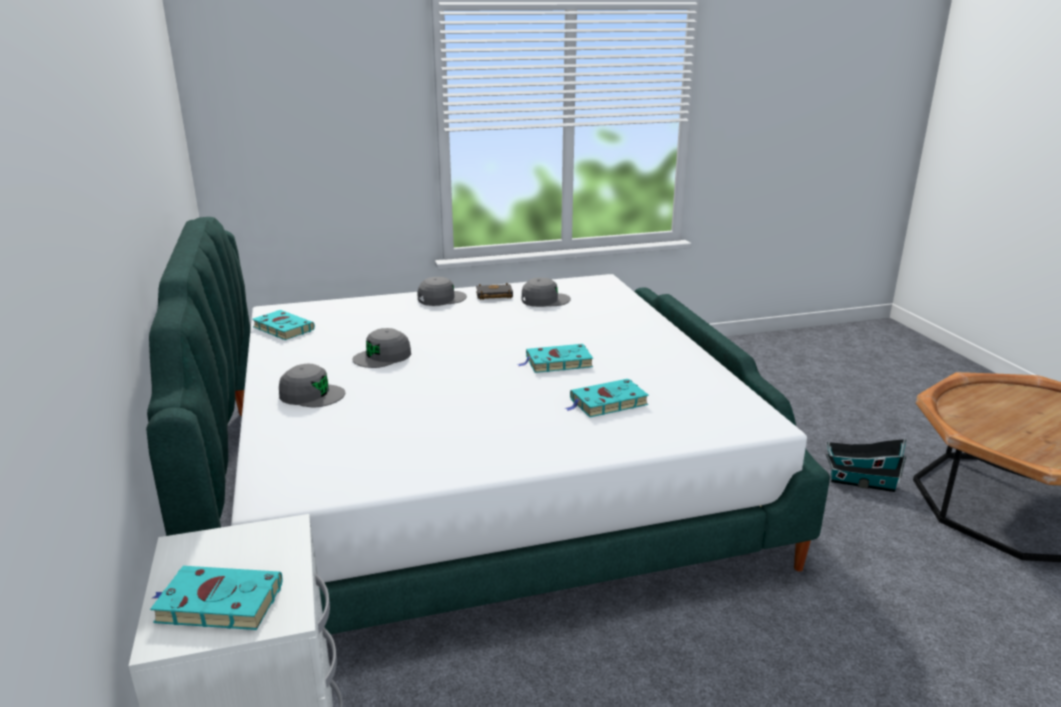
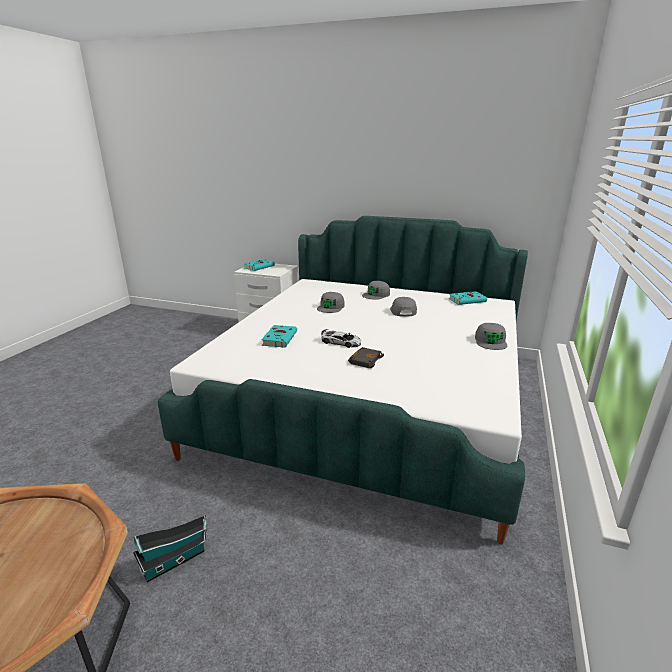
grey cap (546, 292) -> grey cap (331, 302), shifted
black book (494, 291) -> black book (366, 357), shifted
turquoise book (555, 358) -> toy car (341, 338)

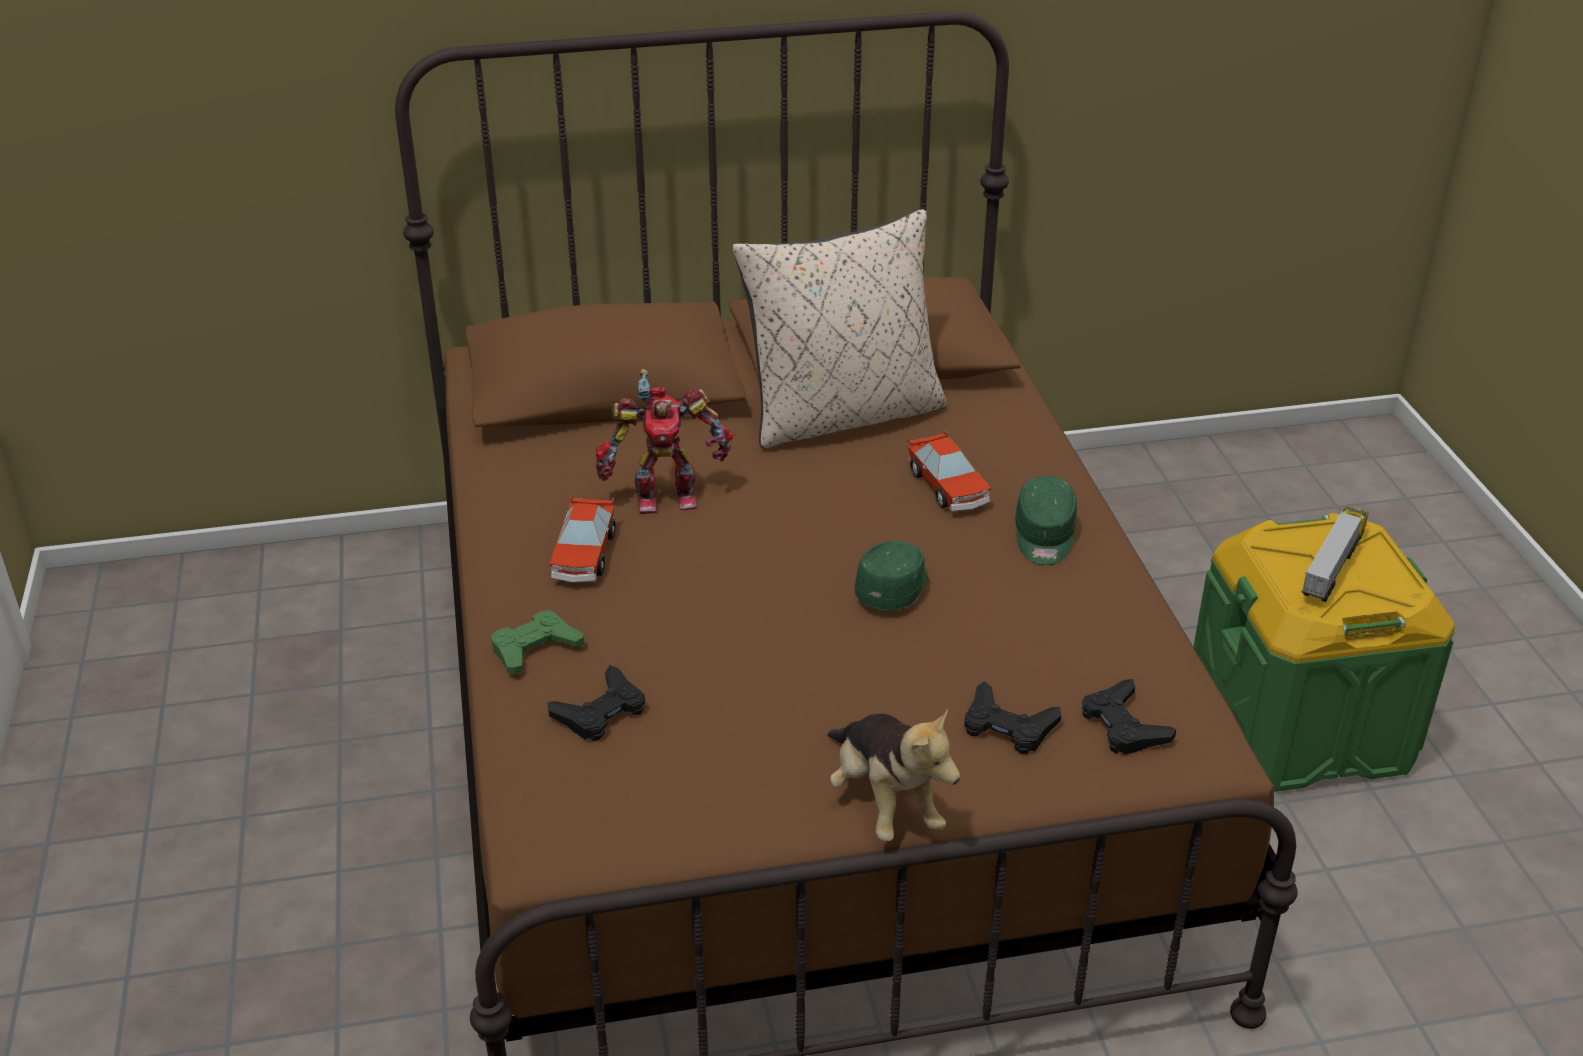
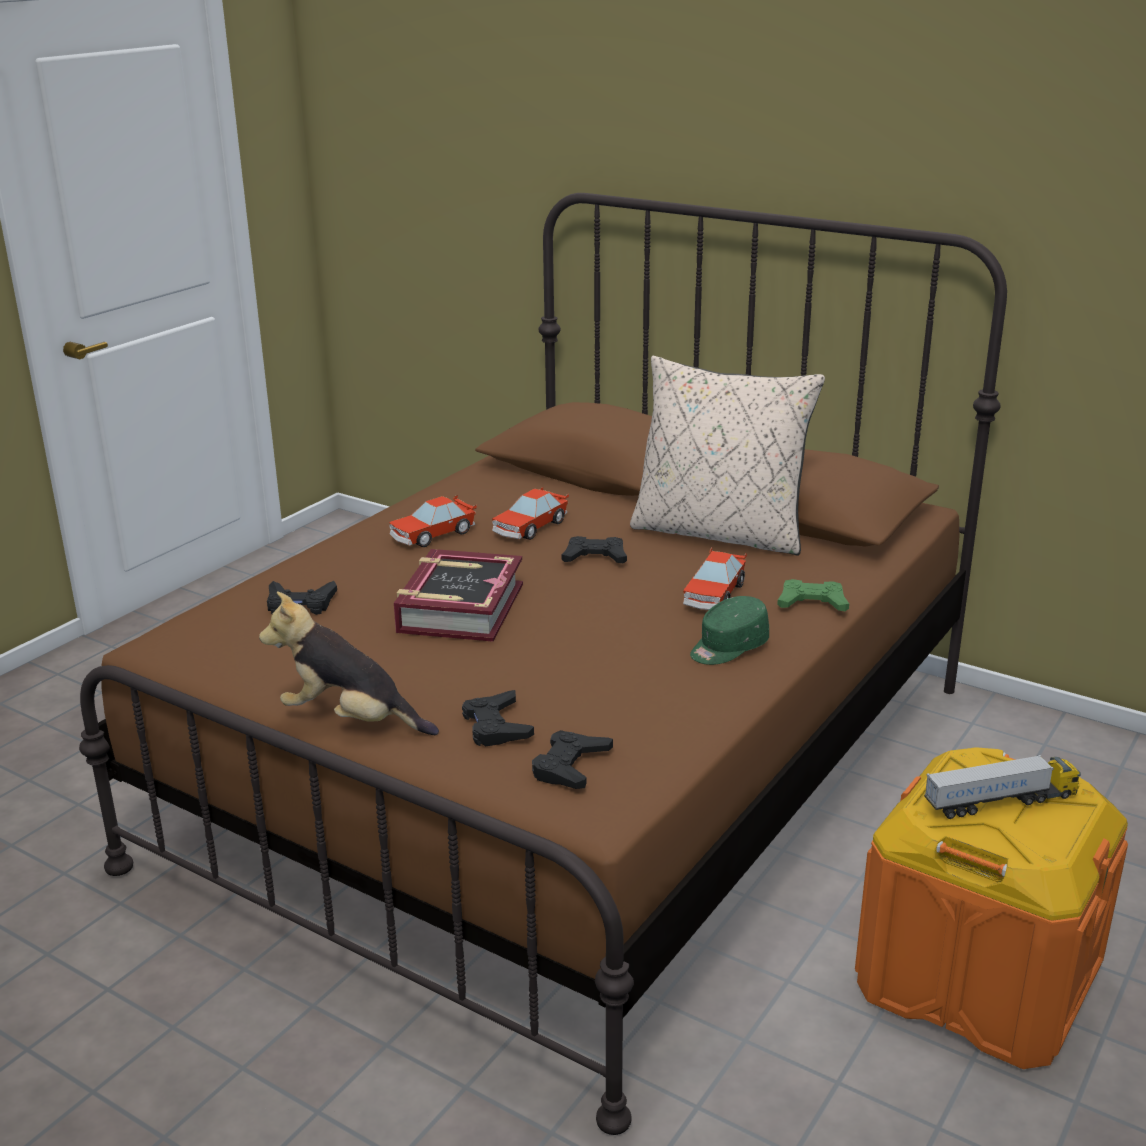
toy robot (664, 441) -> toy car (530, 513)
green storage box (1324, 652) -> orange storage box (991, 908)
green cap (891, 575) -> none
green game controller (537, 642) -> green game controller (813, 595), shifted
plush toy (893, 775) -> plush toy (349, 663), 90 degrees clockwise
none -> black game controller (594, 549)
none -> book (458, 595)

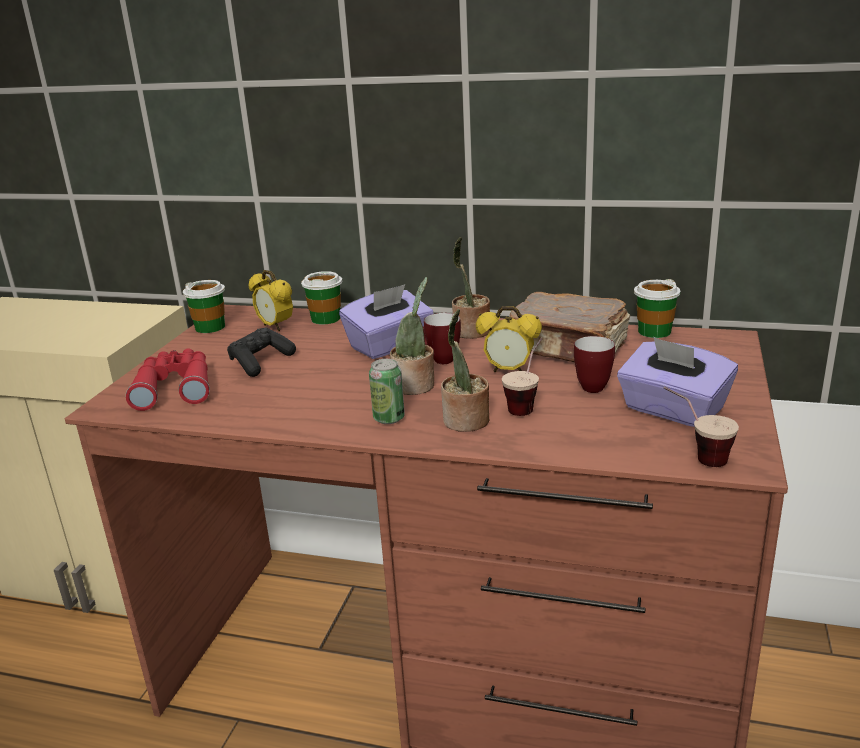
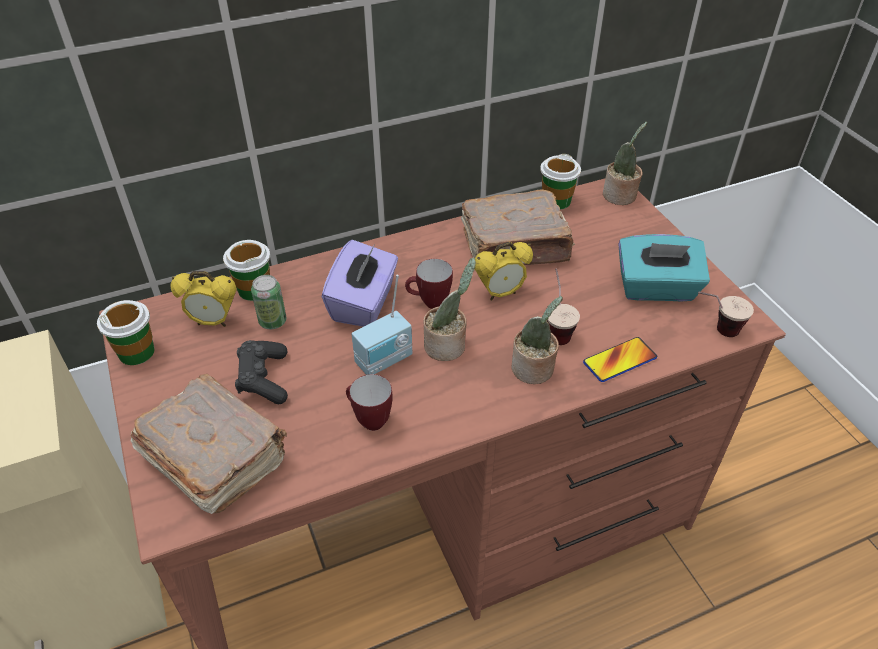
potted plant (471, 288) -> potted plant (625, 163), shifted
mug (594, 364) -> mug (369, 402), shifted
purple tissue box (677, 382) -> turquoise tissue box (664, 267)
red binoculars (168, 379) -> brown book (209, 444)
can (387, 391) -> can (269, 302), shifted
none -> radio (381, 325)
none -> phone (620, 359)

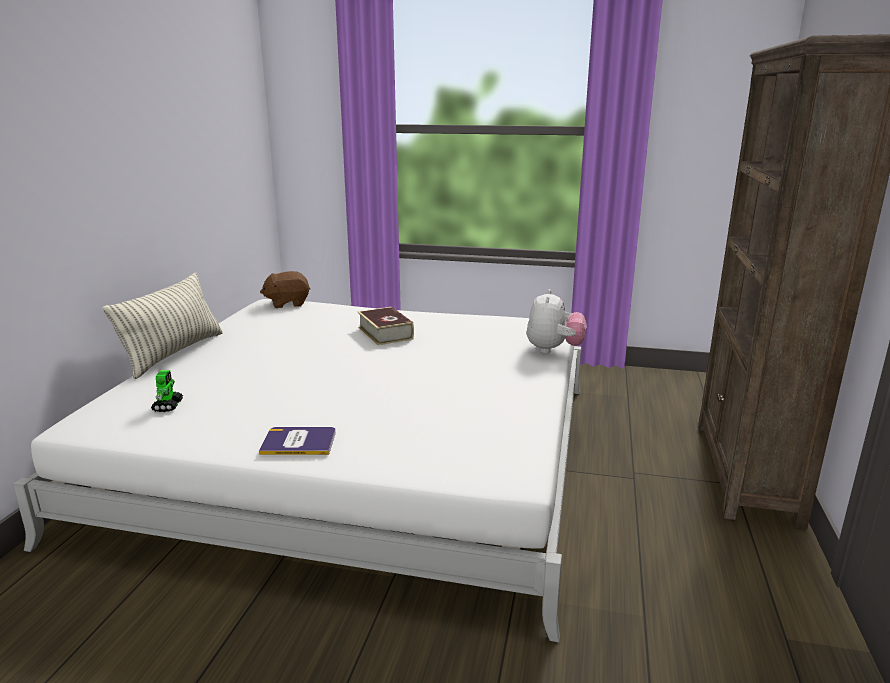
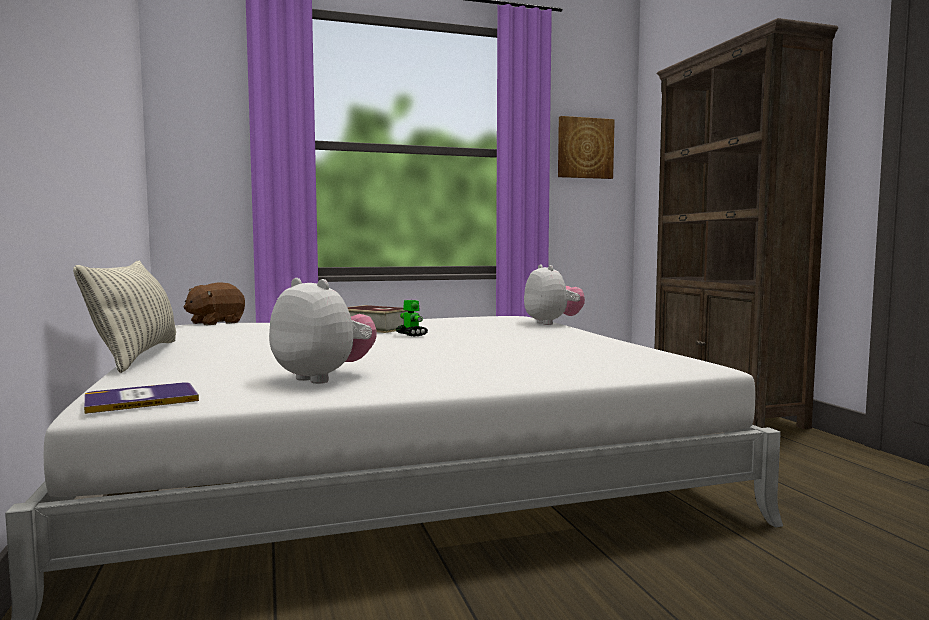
toy robot (167, 391) -> toy robot (412, 318), shifted
book (297, 441) -> book (141, 398), shifted
none -> picture (586, 147)
none -> plush toy (323, 331)

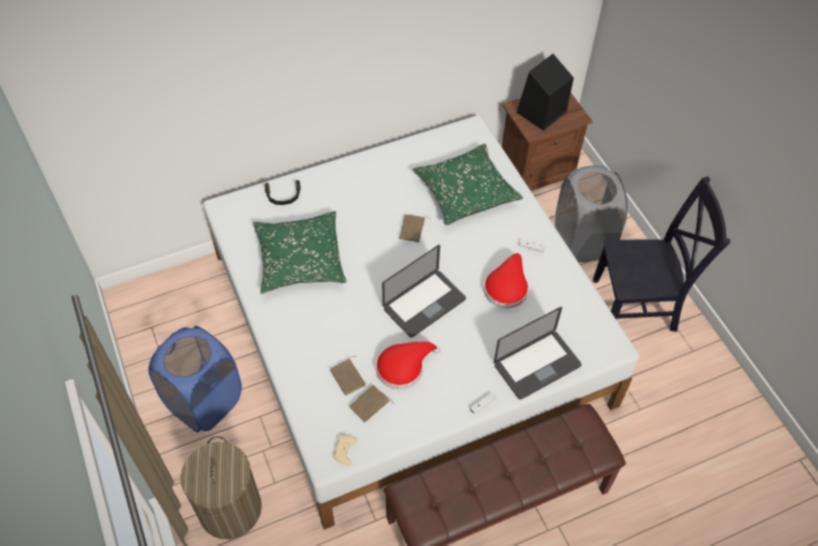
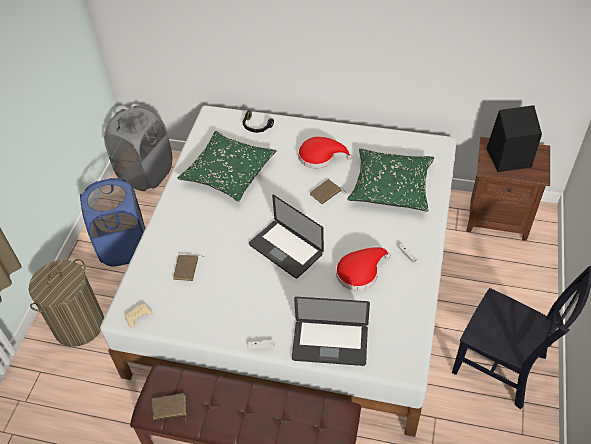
grey laundry basket (591, 213) -> grey laundry basket (138, 148), shifted
laptop (424, 291) -> laptop (286, 236), 45 degrees clockwise
red hat (408, 365) -> red hat (325, 152), shifted
brown book (371, 403) -> brown book (169, 407), shifted

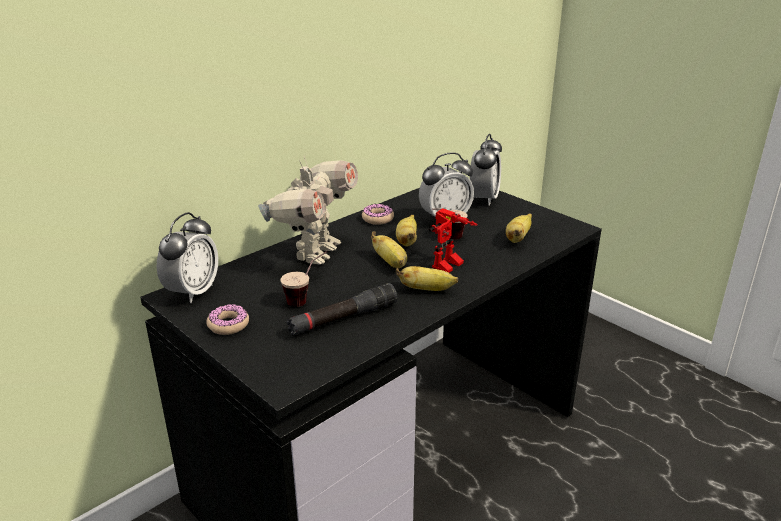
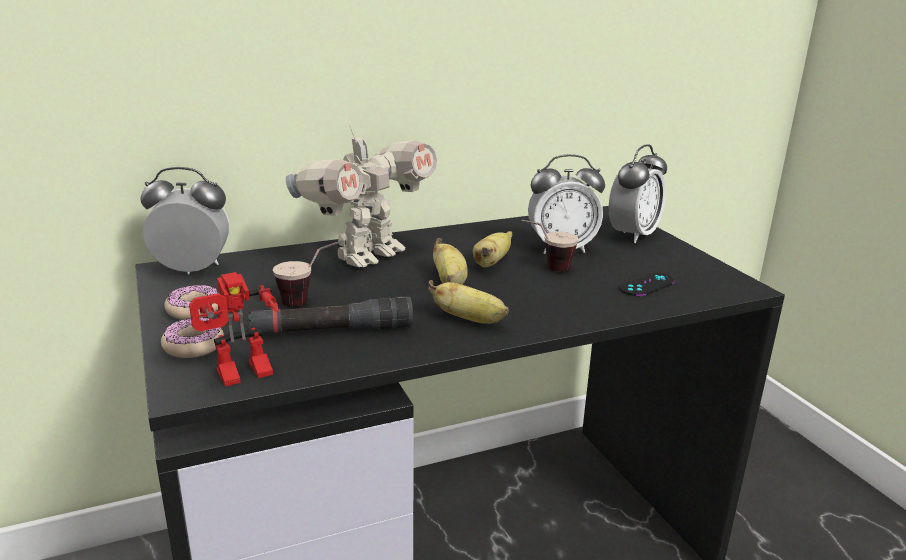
donut (378, 214) -> donut (192, 337), shifted
toy robot (453, 240) -> toy robot (234, 329), shifted
alarm clock (187, 257) -> alarm clock (184, 220), 135 degrees counterclockwise
banana (519, 228) -> black game controller (647, 284)

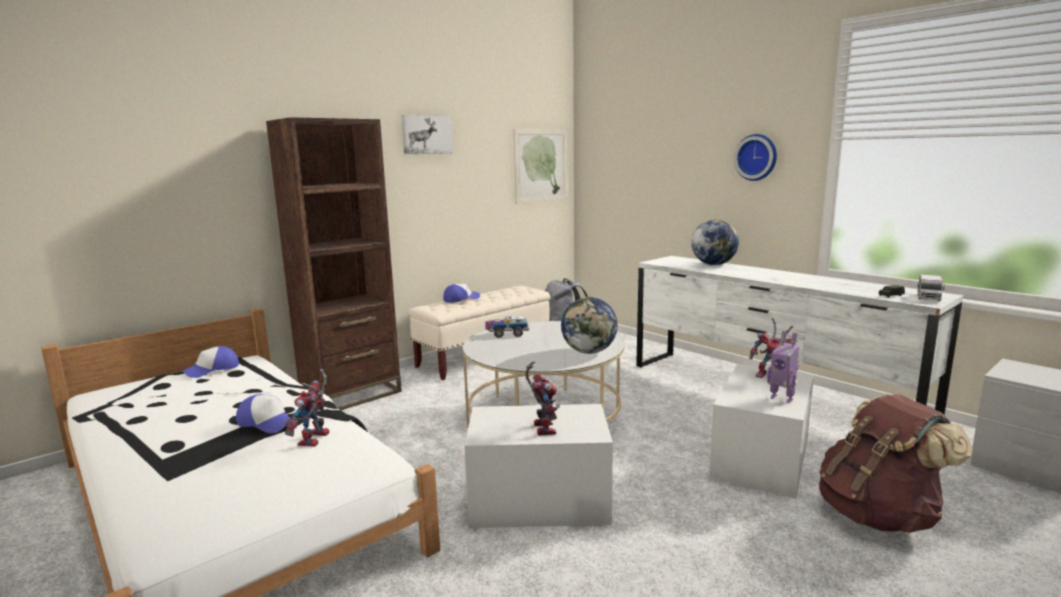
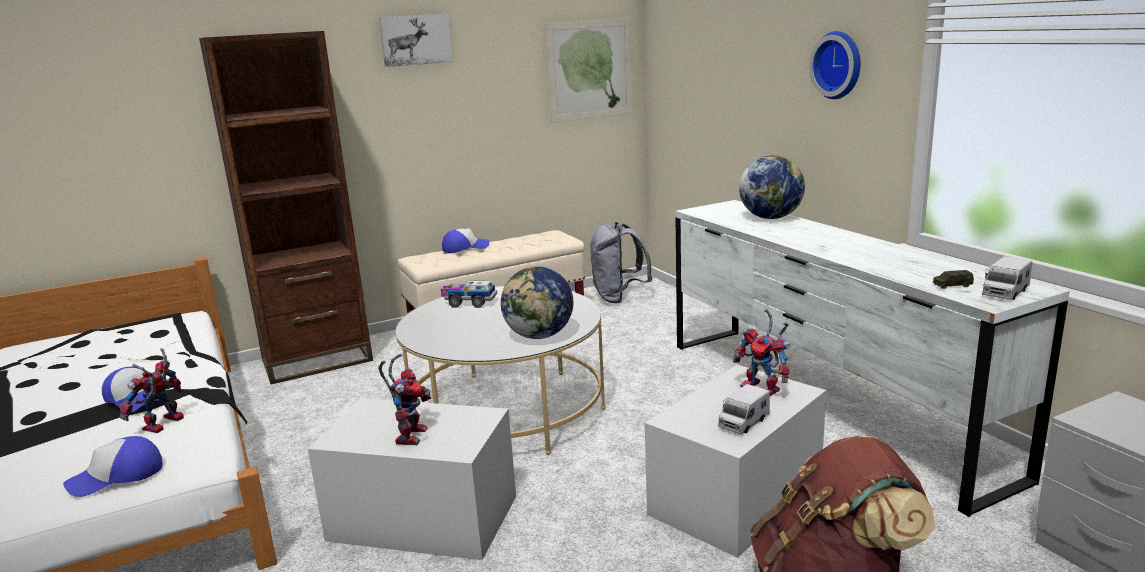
toy robot (783, 367) -> toy truck (744, 409)
cap (210, 362) -> cap (113, 466), shifted

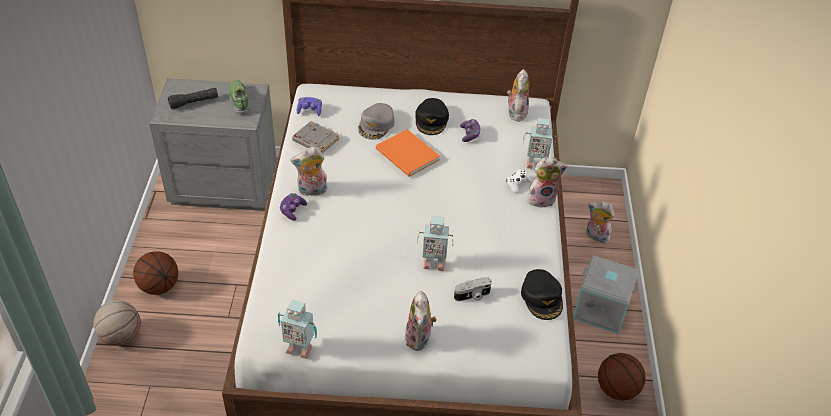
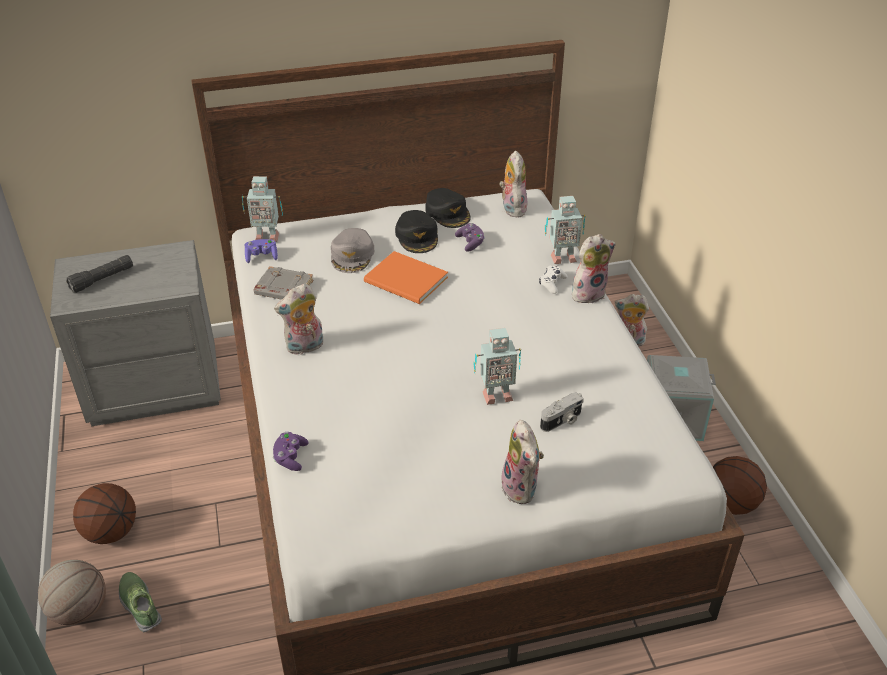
shoe (239, 97) -> shoe (140, 602), shifted
purple game controller (293, 207) -> purple game controller (290, 451), shifted
black cap (542, 294) -> black cap (448, 208), shifted
toy robot (297, 329) -> toy robot (262, 209), shifted

